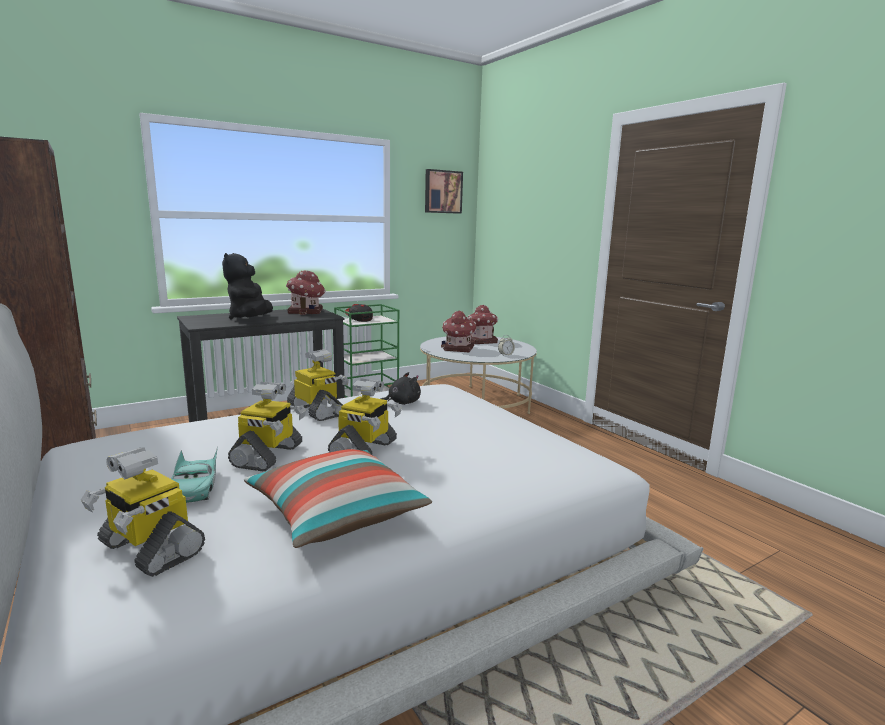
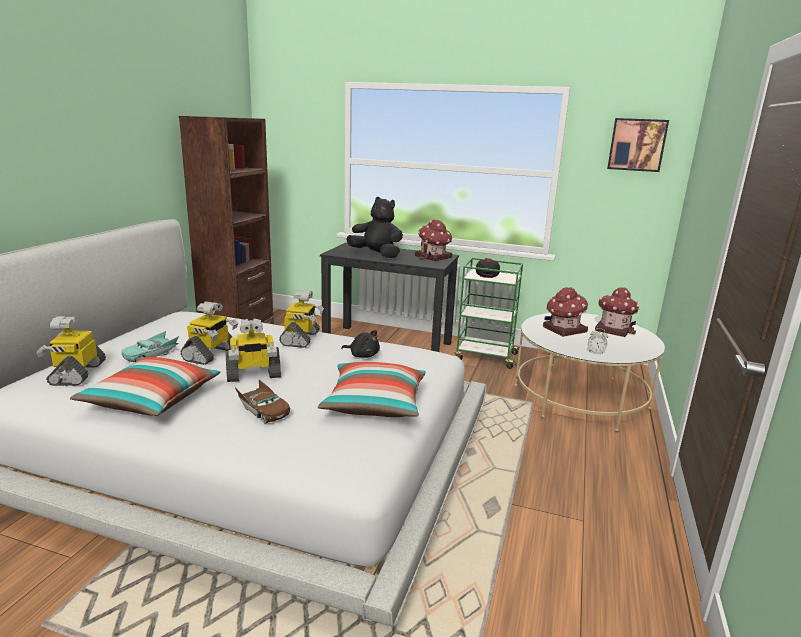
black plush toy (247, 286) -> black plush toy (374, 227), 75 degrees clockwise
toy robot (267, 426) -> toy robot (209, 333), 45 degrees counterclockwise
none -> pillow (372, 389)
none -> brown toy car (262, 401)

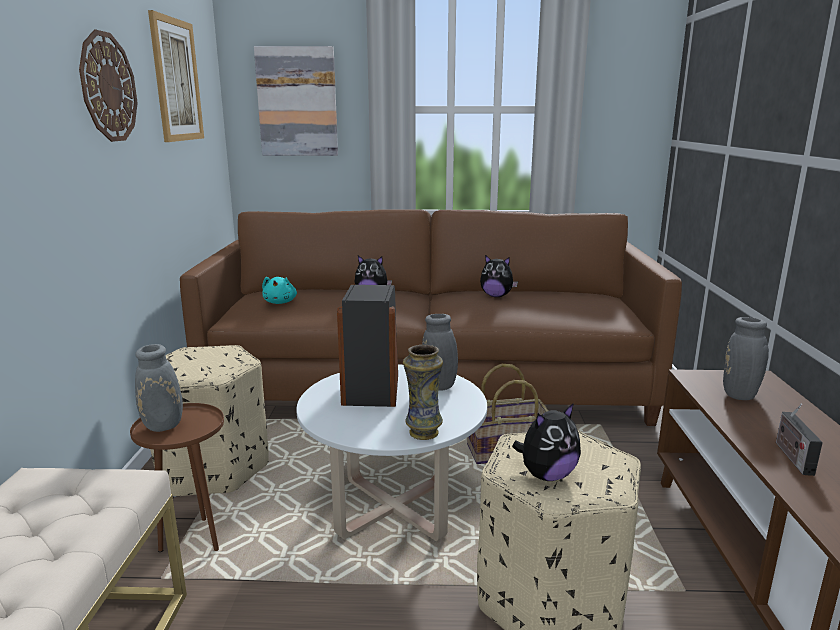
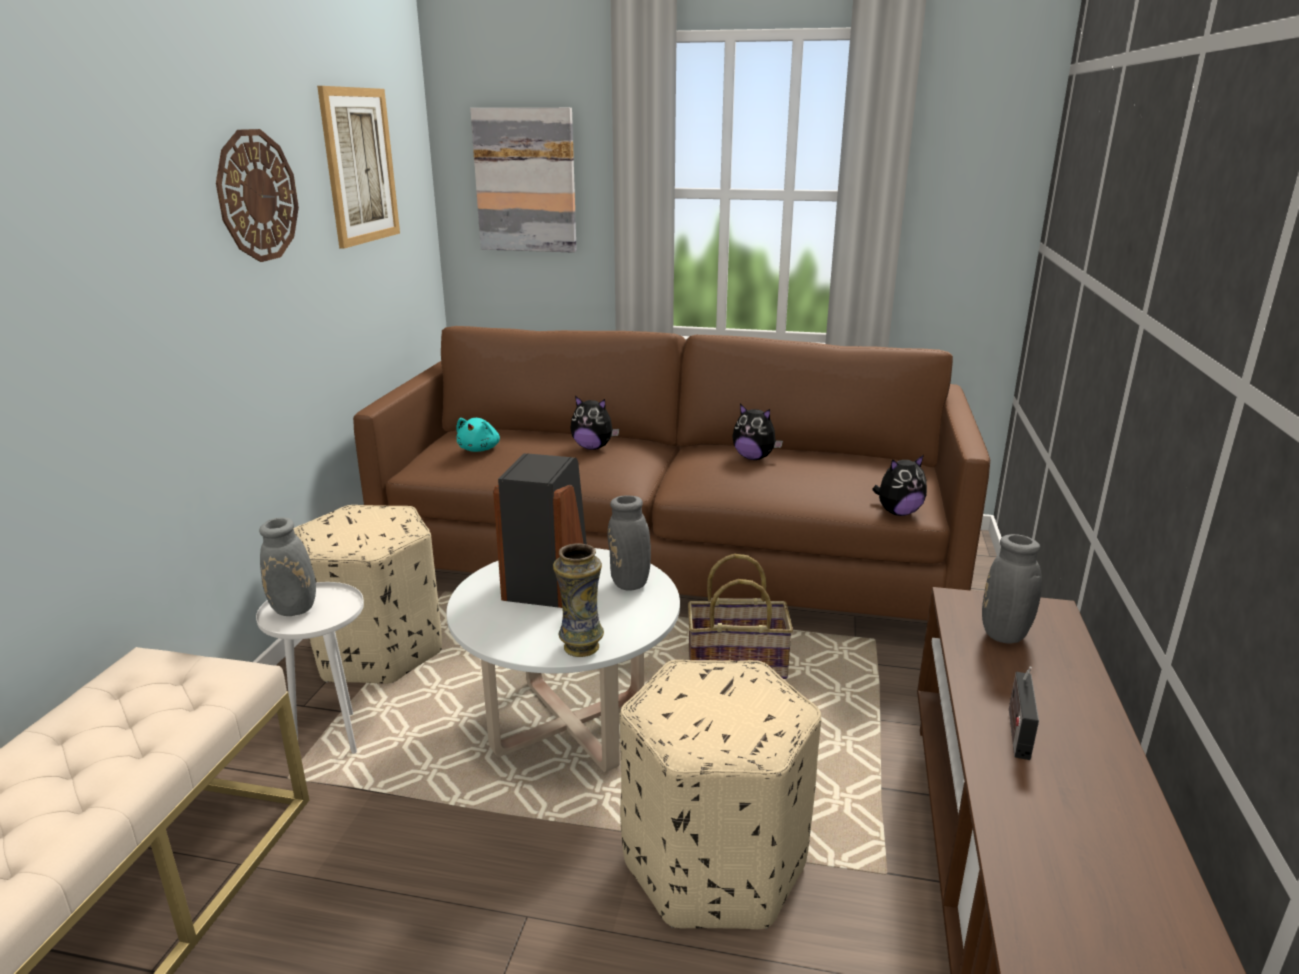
brown side table (177, 477) -> white side table (310, 667)
plush toy (546, 442) -> plush toy (899, 485), shifted

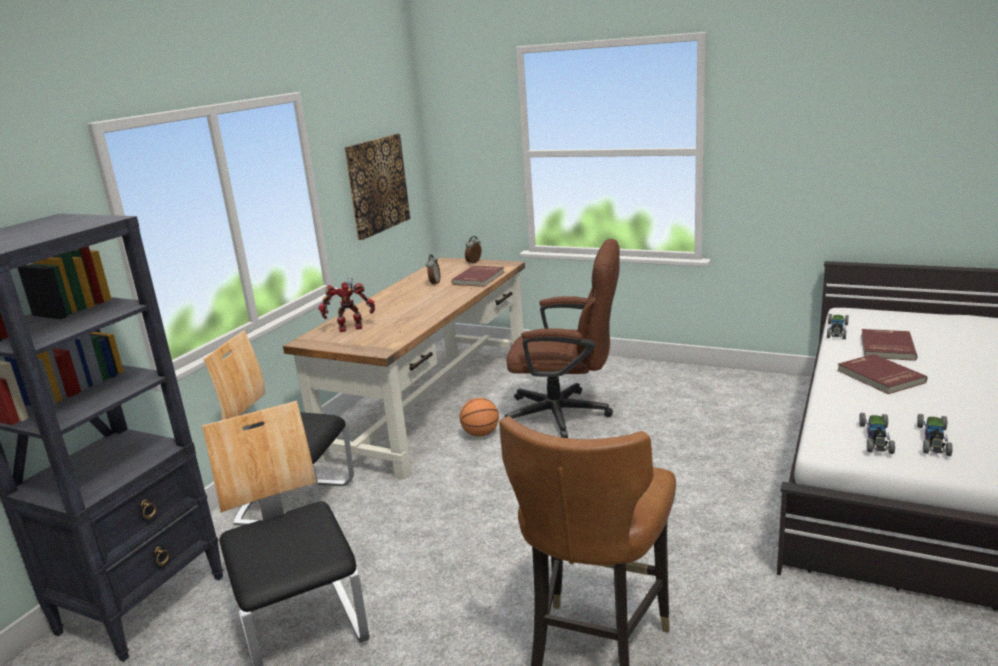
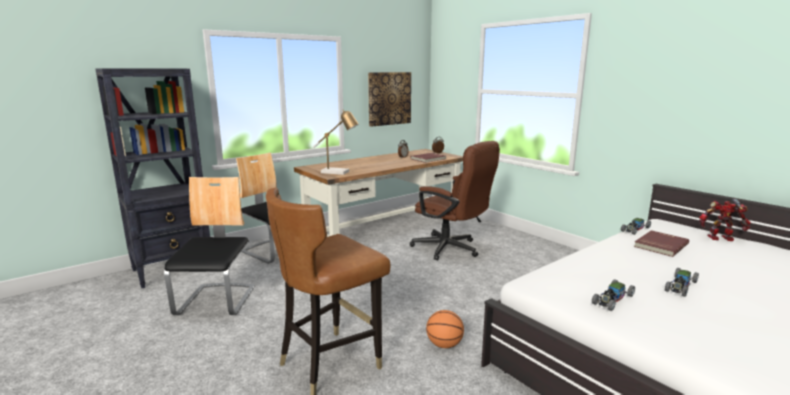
toy robot (346, 305) -> toy robot (725, 220), shifted
red book (882, 374) -> none
basketball (479, 417) -> basketball (445, 329), shifted
toy car (877, 433) -> toy car (682, 282), shifted
none -> table lamp (335, 142)

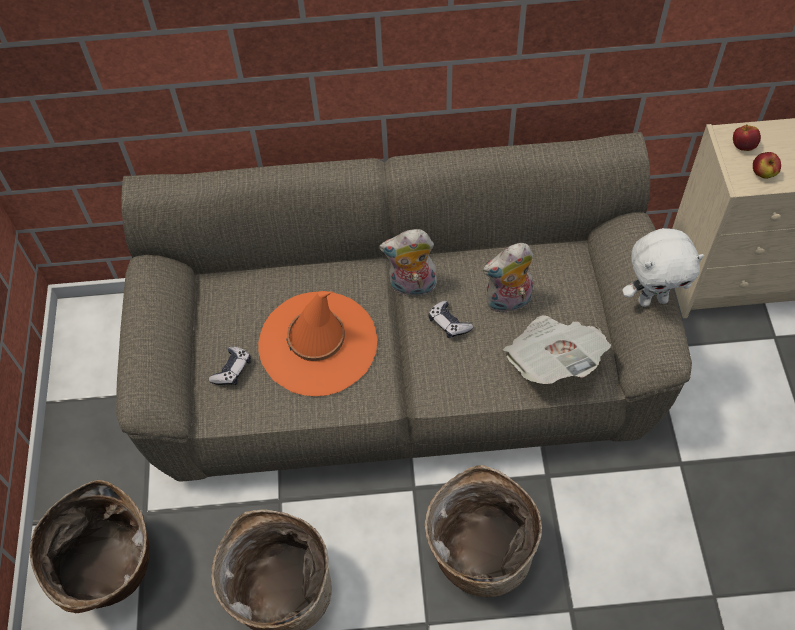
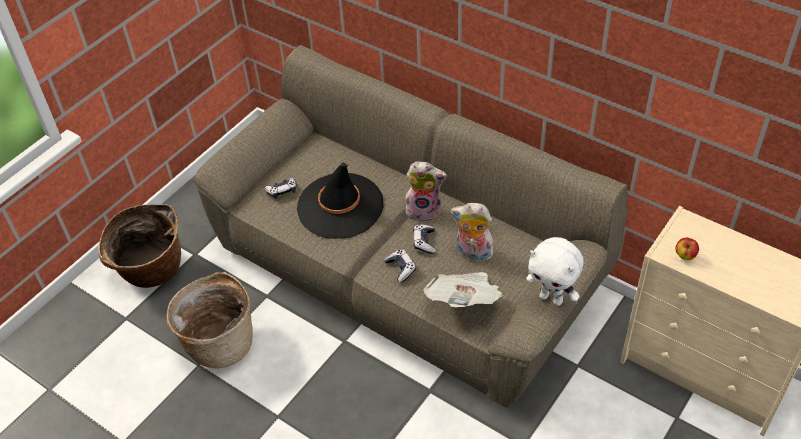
apple (747, 137) -> none
plush toy (408, 262) -> plush toy (426, 191), 150 degrees clockwise
orange hat (317, 343) -> black hat (340, 201)
basket (483, 531) -> none
none -> game controller (400, 266)

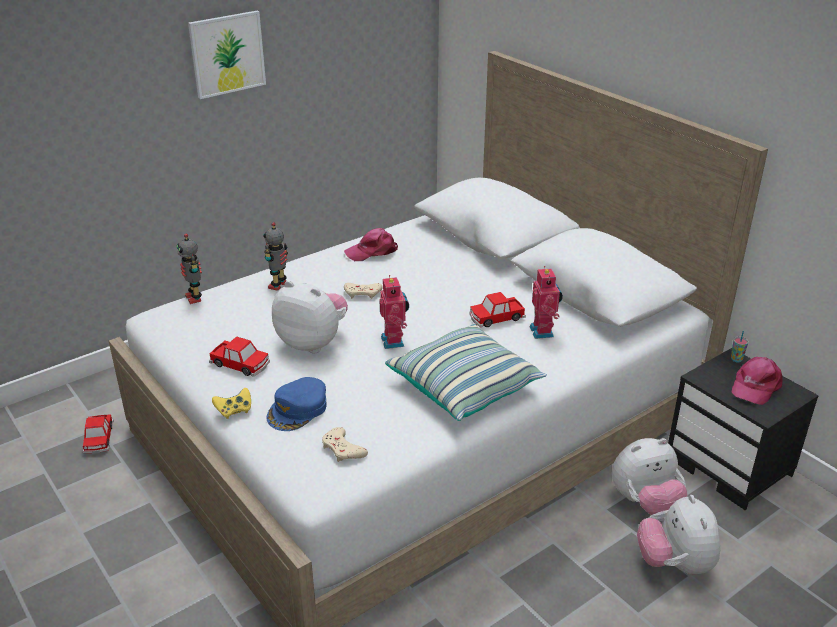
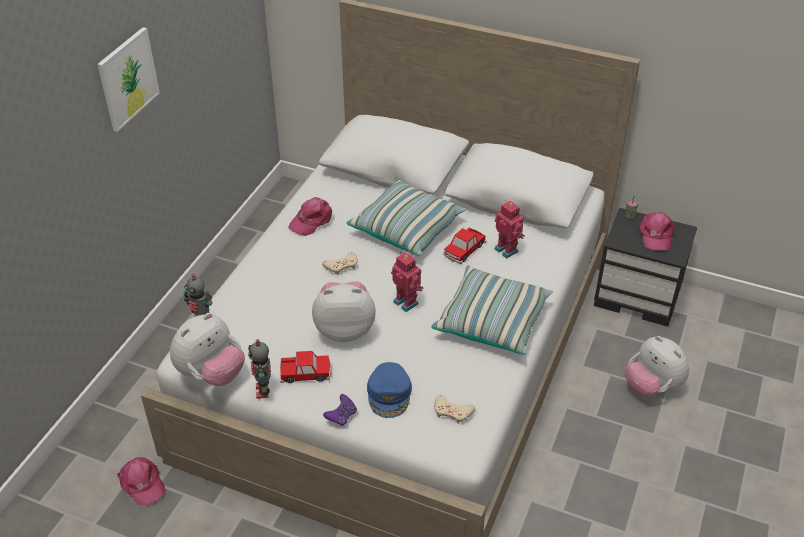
toy robot (275, 256) -> toy robot (259, 369), shifted
yellow game controller (231, 403) -> purple game controller (340, 410)
toy car (98, 434) -> pink cap (141, 481)
plush toy (649, 476) -> plush toy (207, 349), shifted
none -> pillow (406, 217)

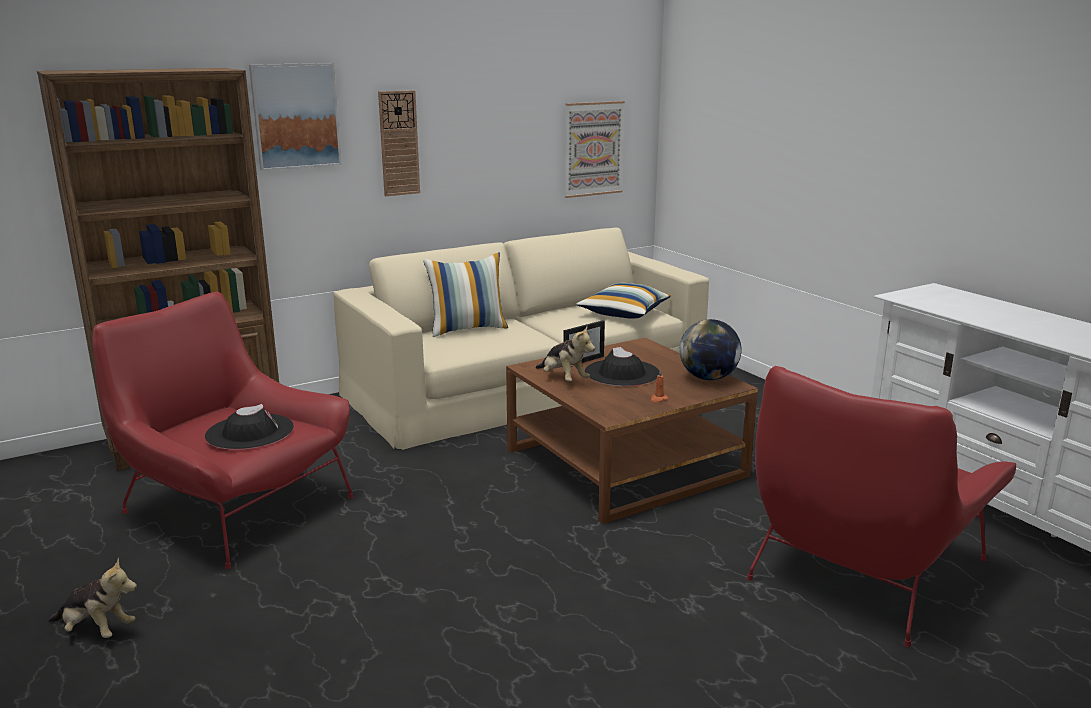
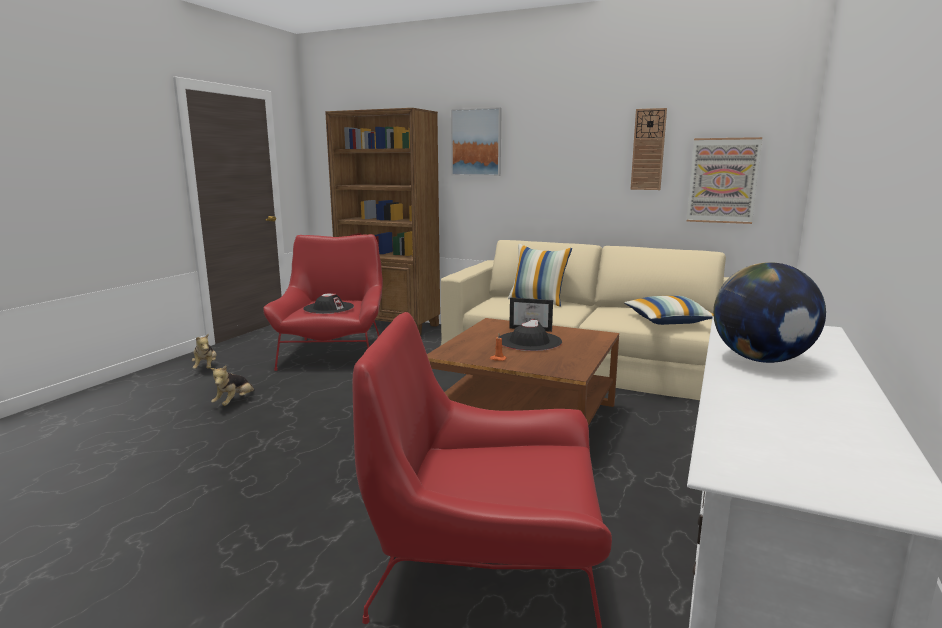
wall clock (399, 143) -> wall clock (649, 149), shifted
globe (710, 349) -> globe (769, 312), shifted
plush toy (565, 354) -> plush toy (232, 385), shifted

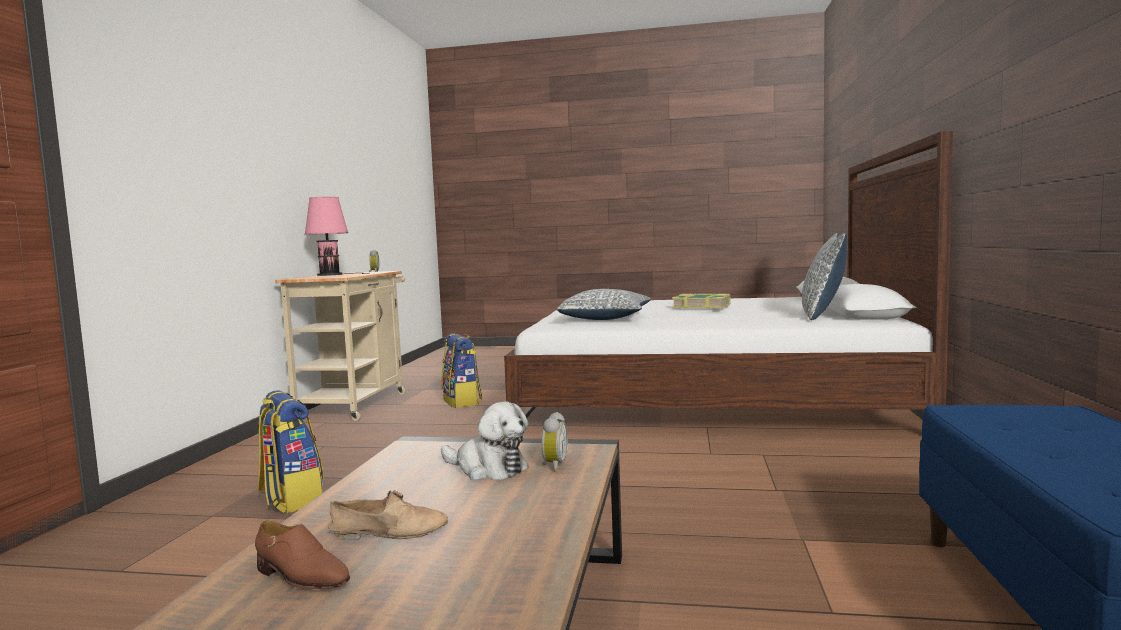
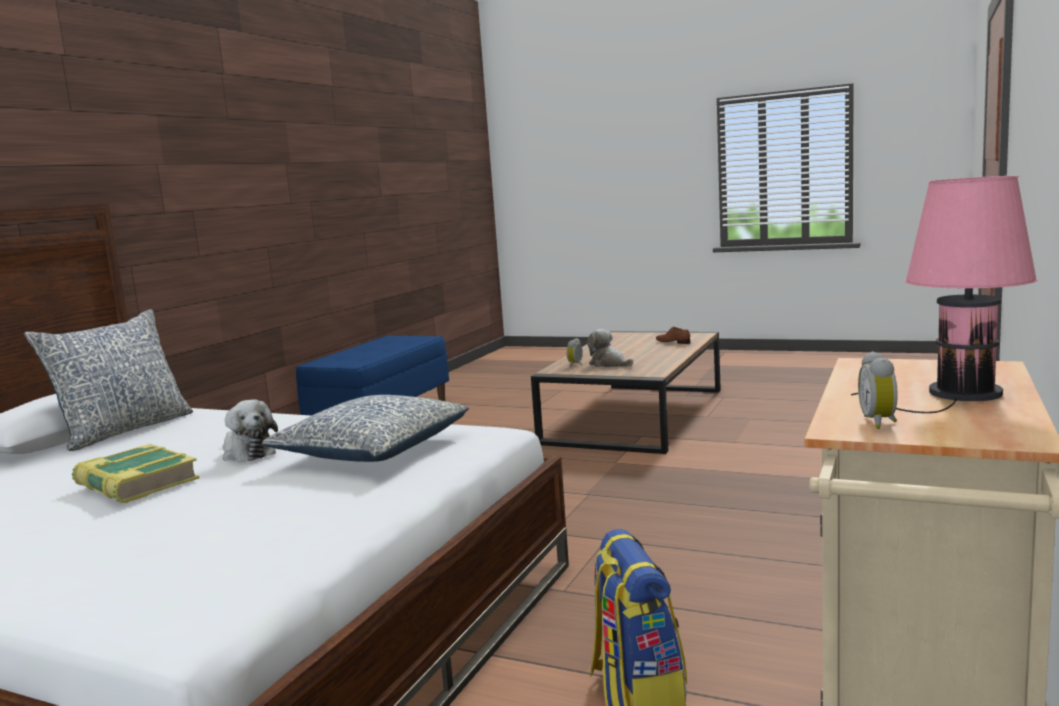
backpack (291, 451) -> none
beige shoe (388, 514) -> none
none -> plush toy (250, 430)

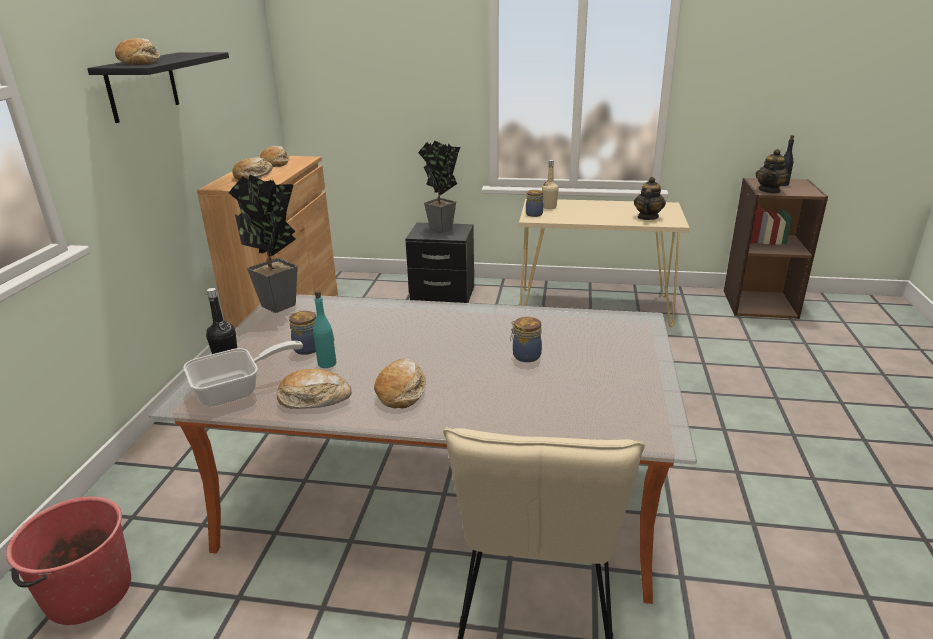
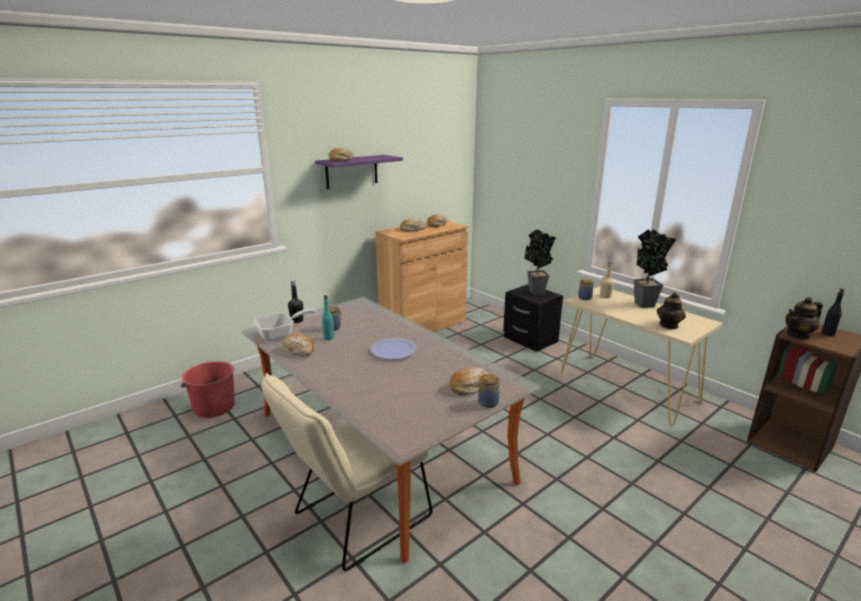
black shelf (158, 87) -> purple shelf (359, 172)
potted plant (263, 243) -> potted plant (655, 268), shifted
teapot (650, 198) -> teapot (671, 310), 150 degrees clockwise
jar (526, 339) -> jar (488, 391), shifted
frying pan (243, 374) -> frying pan (284, 325), 45 degrees counterclockwise
bread (400, 383) -> bread (469, 381), shifted
none -> plate (393, 349)

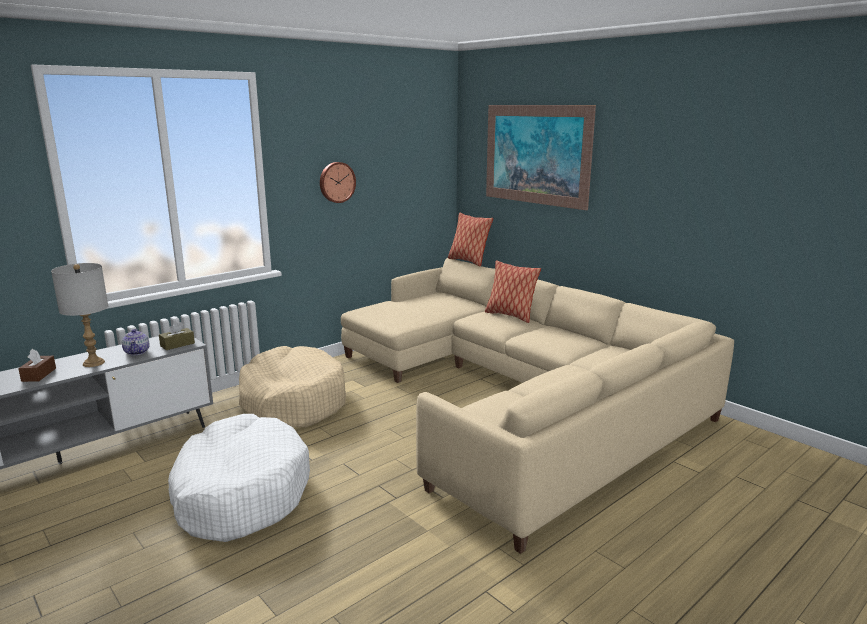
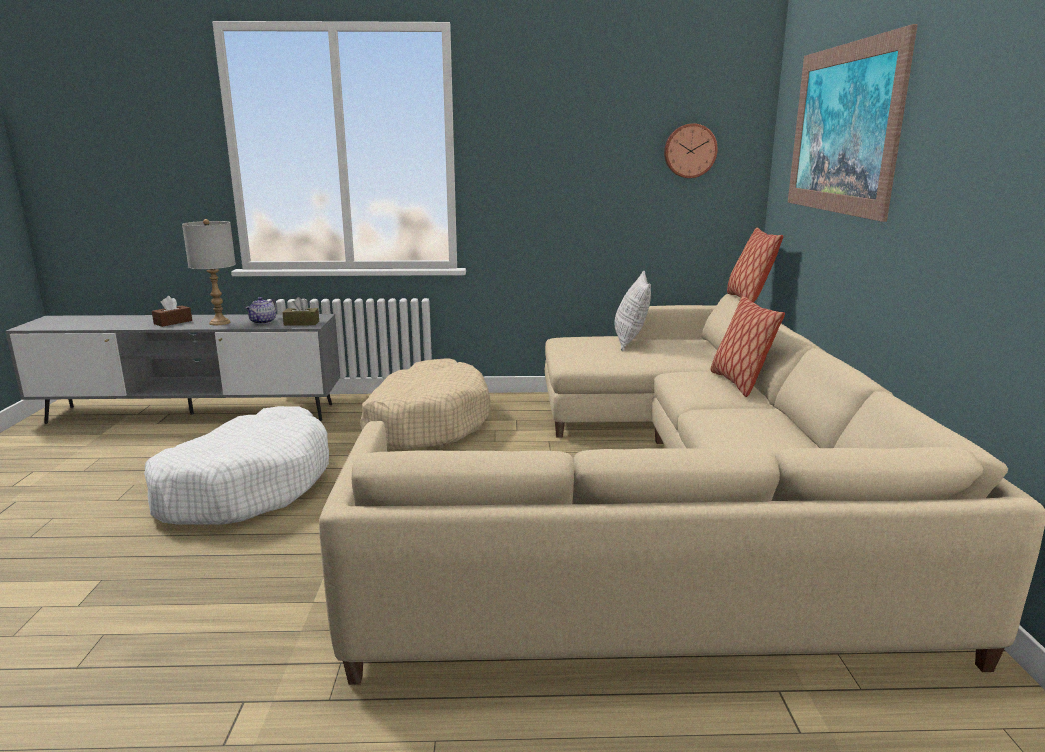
wall clock (338, 182) -> wall clock (691, 150), shifted
none -> pillow (633, 310)

